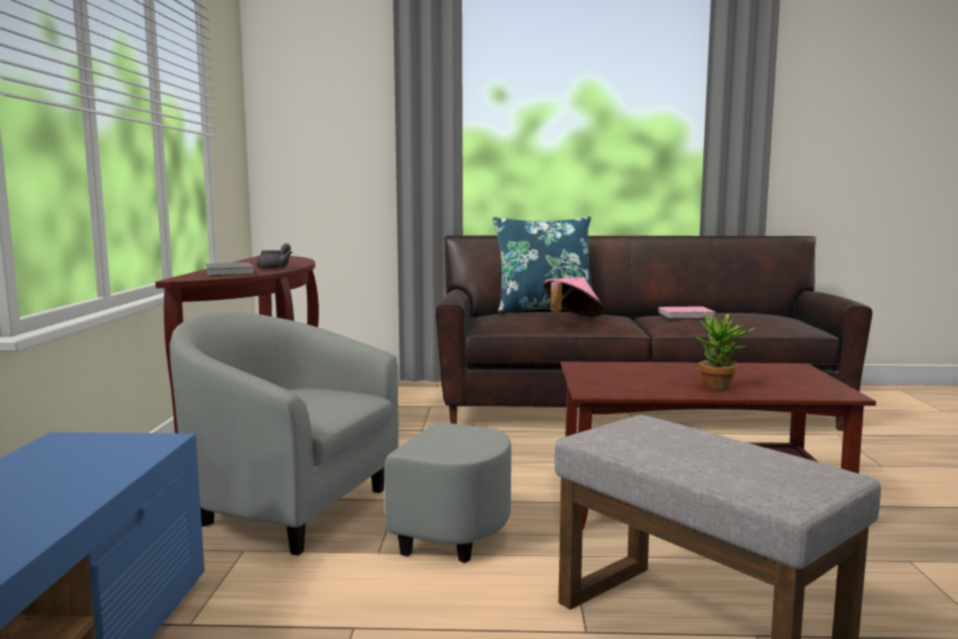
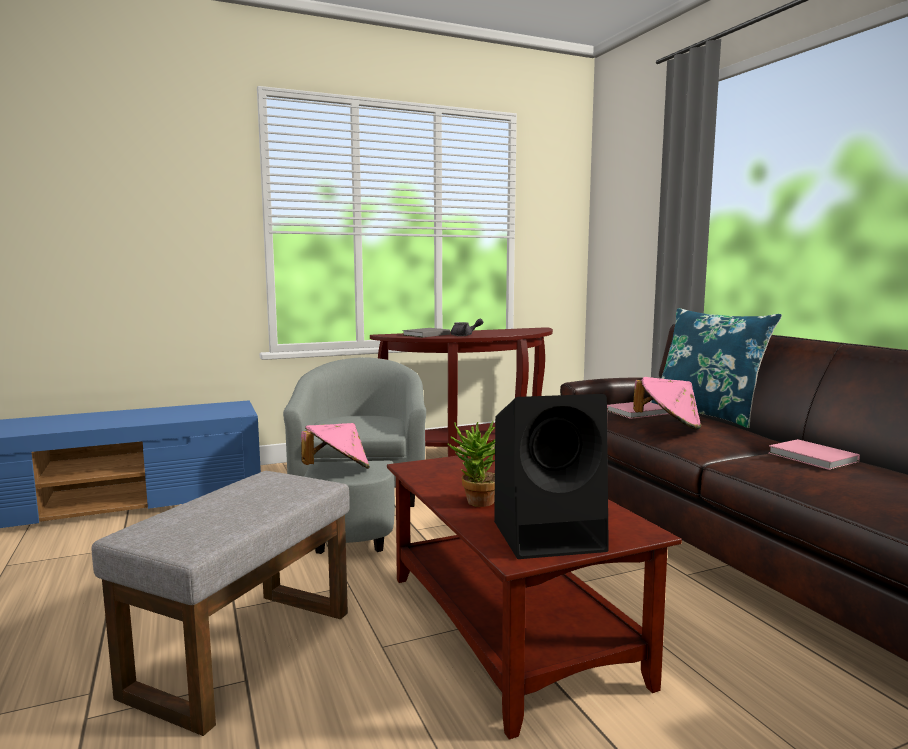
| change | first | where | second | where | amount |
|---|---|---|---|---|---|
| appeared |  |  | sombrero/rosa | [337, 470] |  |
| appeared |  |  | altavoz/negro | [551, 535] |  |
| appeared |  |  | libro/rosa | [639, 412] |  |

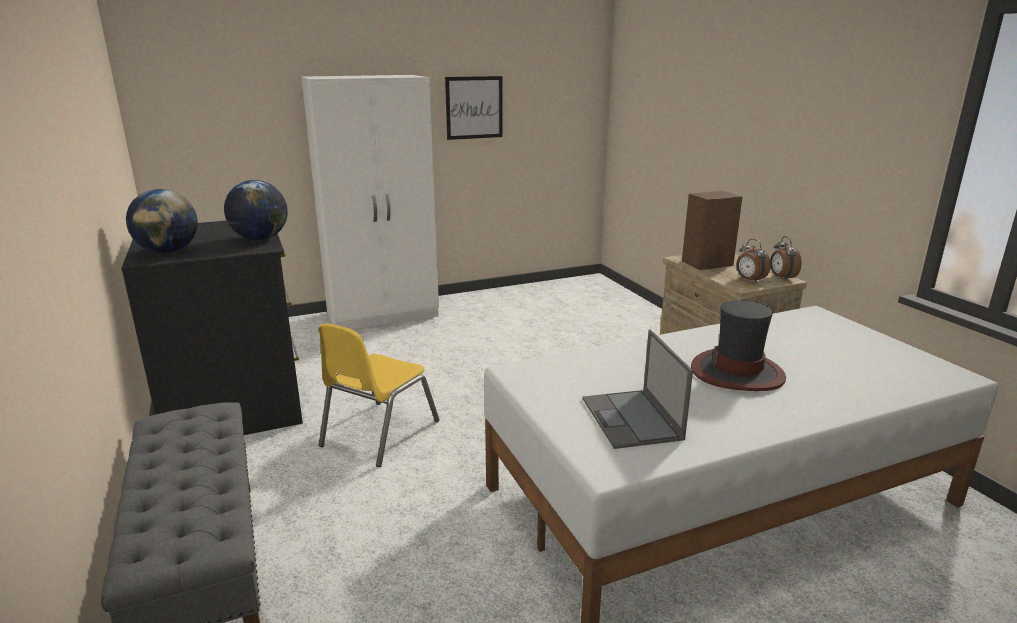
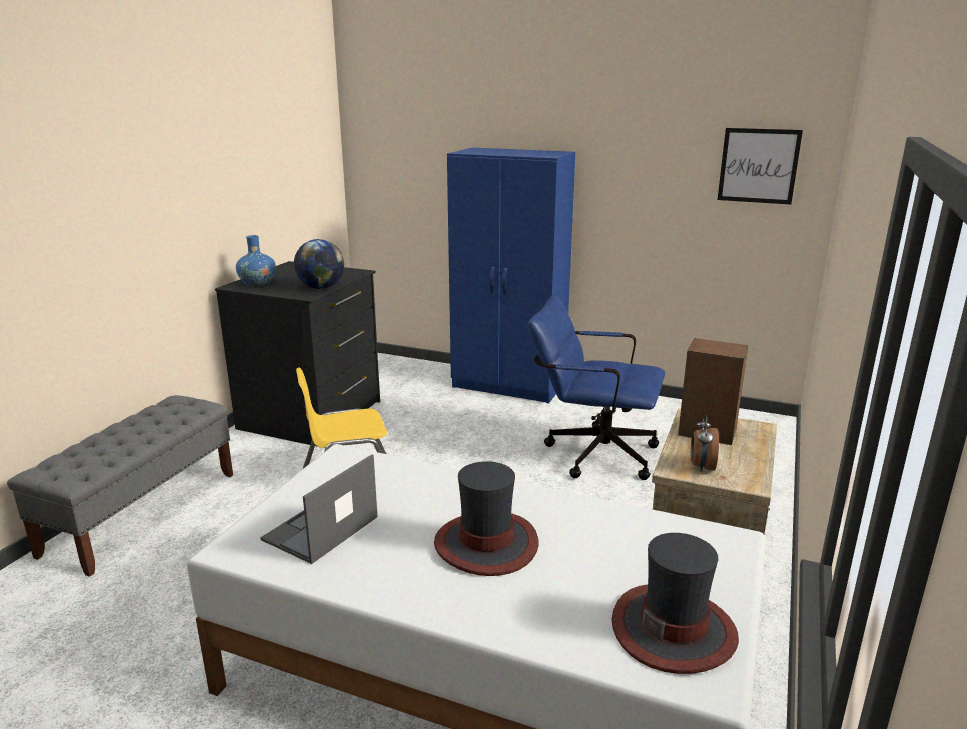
| change | first | where | second | where | amount |
|---|---|---|---|---|---|
| exchanged | globo terráqueo | [168, 252] | florero/azul | [258, 283] |  |
| colour | armario ropero/blanco | [384, 315] | armario ropero/azul | [509, 385] |  |
| appeared |  |  | silla de oficina/azul | [592, 452] |  |
| appeared |  |  | sombrero | [673, 629] |  |
| relocated | cuadro | [474, 107] |  | [758, 166] |  |
| missing | despertador | [781, 277] |  |  |  |

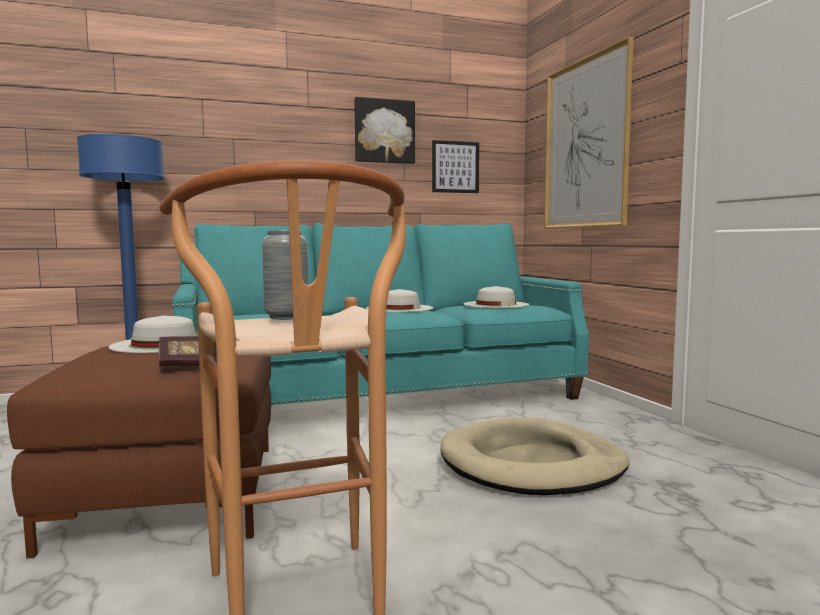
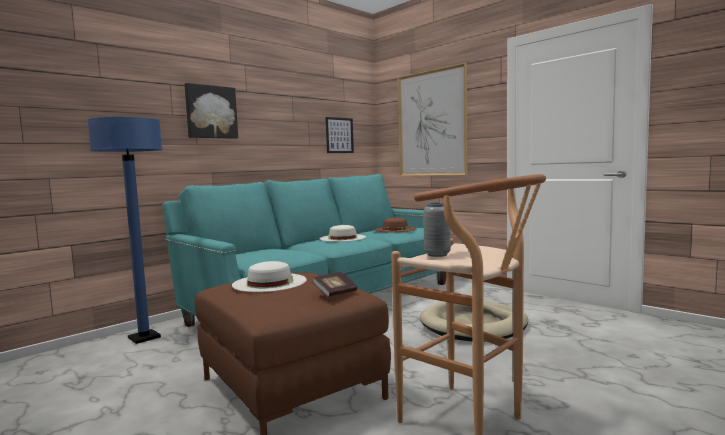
| change | first | where | second | where | amount |
|---|---|---|---|---|---|
| relocated | cuadro | [384, 131] |  | [211, 112] |  |
| colour | sombrero/blanco | [496, 304] | sombrero/marrón | [395, 229] |  |

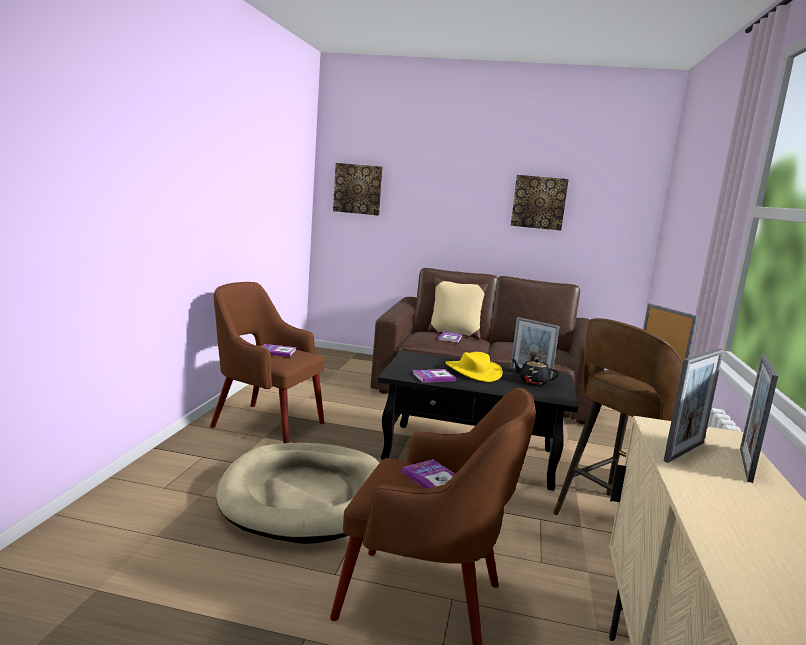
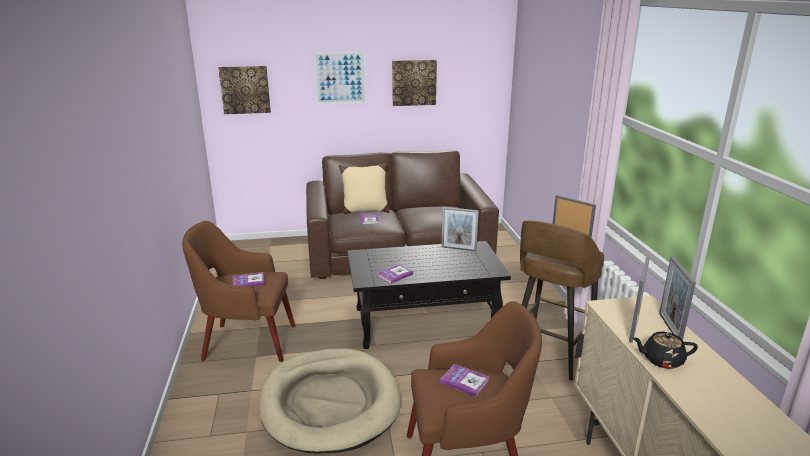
| change | first | where | second | where | amount |
|---|---|---|---|---|---|
| appeared |  |  | cuadro | [340, 78] |  |
| relocated | tetera/negro | [533, 381] |  | [661, 360] |  |
| missing | sombrero/amarillo | [473, 371] |  |  |  |

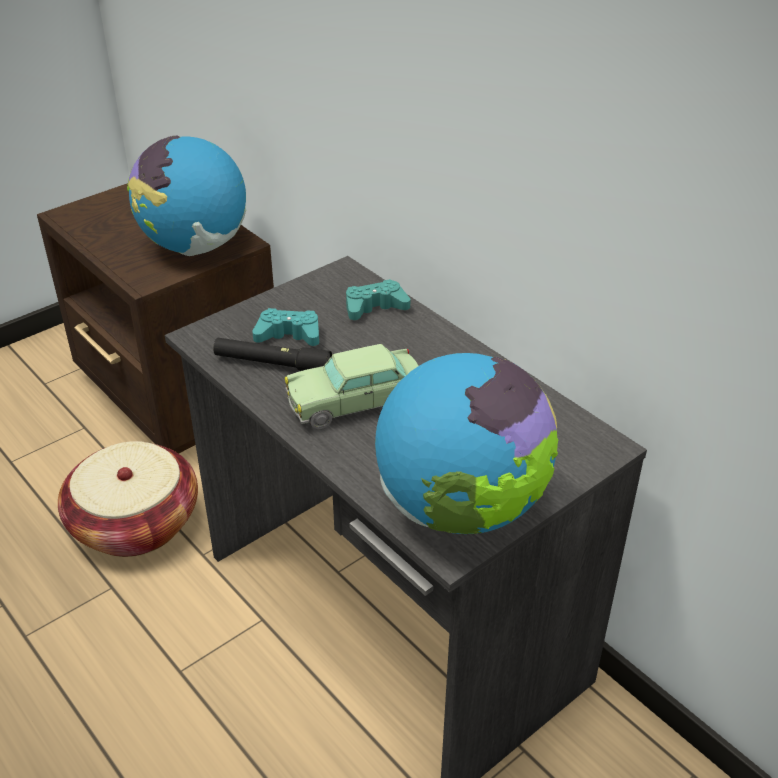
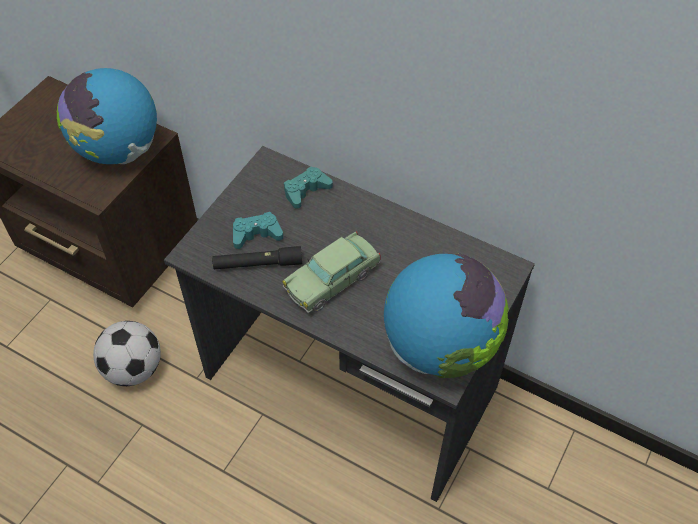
| change | first | where | second | where | amount |
|---|---|---|---|---|---|
| exchanged | cesta | [135, 524] | balón de fútbol | [133, 369] |  |

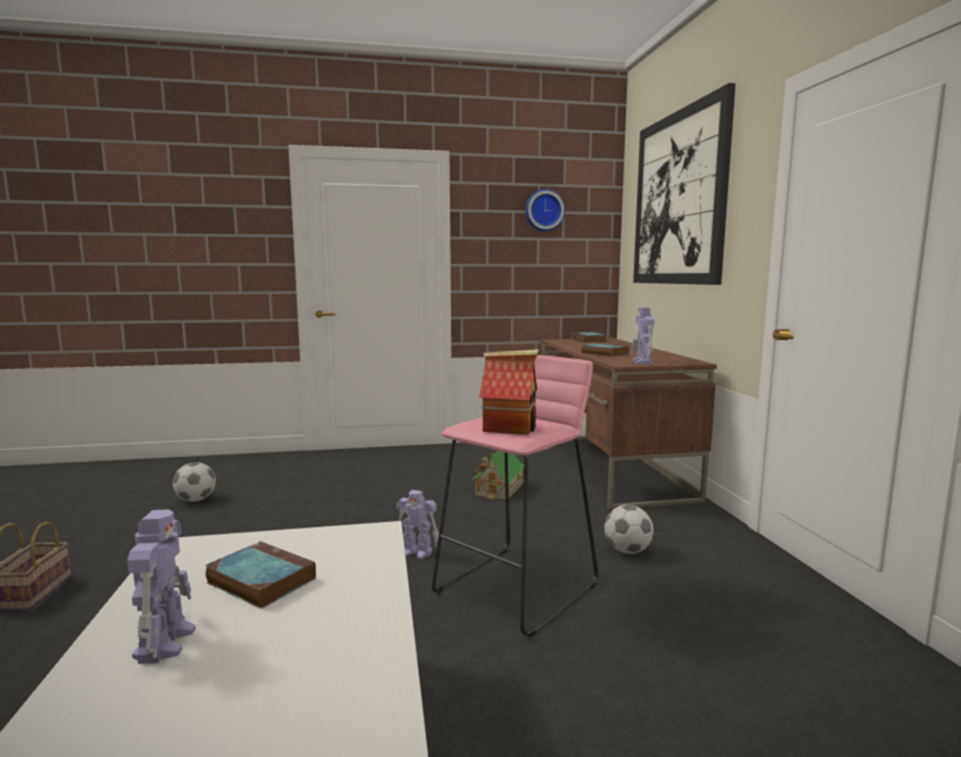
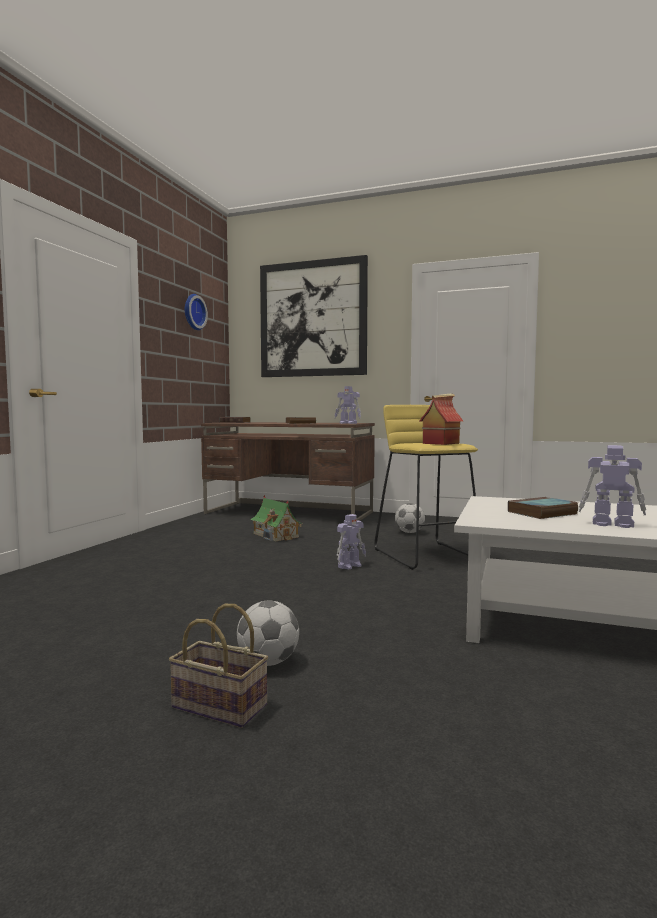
| change | first | where | second | where | amount |
|---|---|---|---|---|---|
| relocated | balón de fútbol | [196, 500] |  | [268, 662] |  |
| colour | taburete/rosa | [517, 587] | taburete/amarillo | [426, 555] |  |

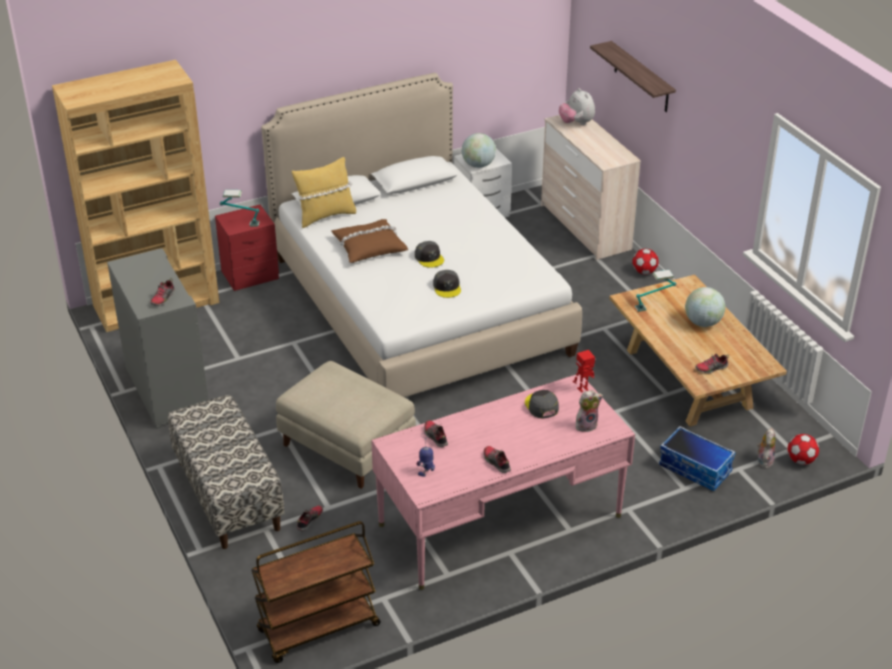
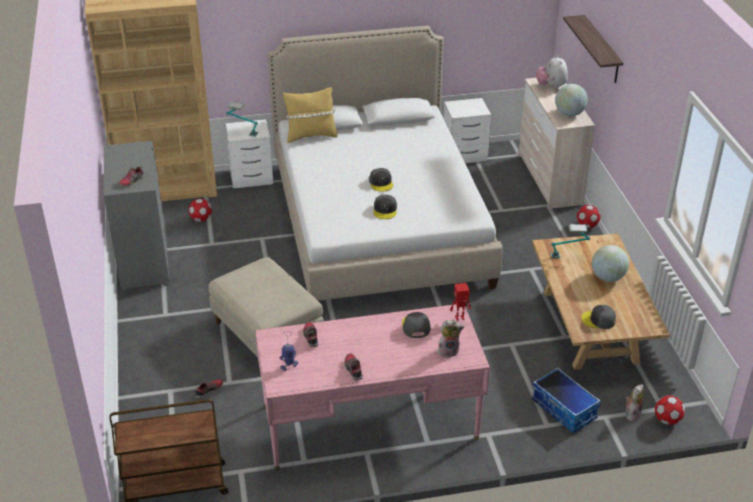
| change | first | where | second | where | amount |
|---|---|---|---|---|---|
| appeared |  |  | balón de fútbol | [201, 219] |  |
| colour | mesita de noche/rojo | [251, 275] | mesita de noche/blanco | [252, 178] |  |
| relocated | globo terráqueo | [478, 165] |  | [569, 114] |  |
| exchanged | zapato | [711, 368] | gorra/gris | [598, 320] |  |
| missing | banco | [228, 495] |  |  |  |
| missing | cojín/marrón | [369, 247] |  |  |  |

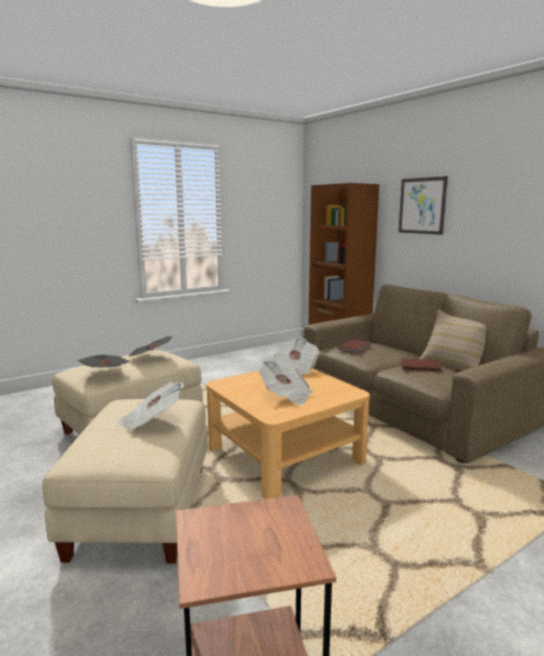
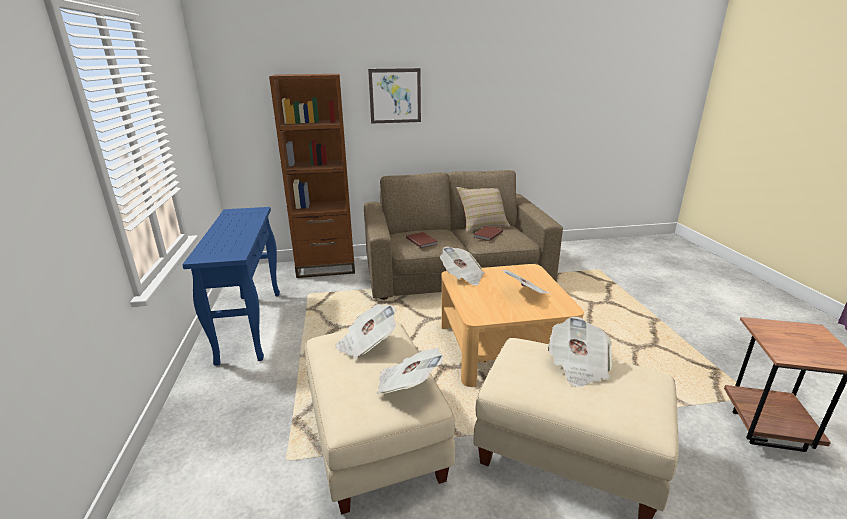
| change | first | where | second | where | amount |
|---|---|---|---|---|---|
| appeared |  |  | mesa consola/azul | [251, 324] |  |

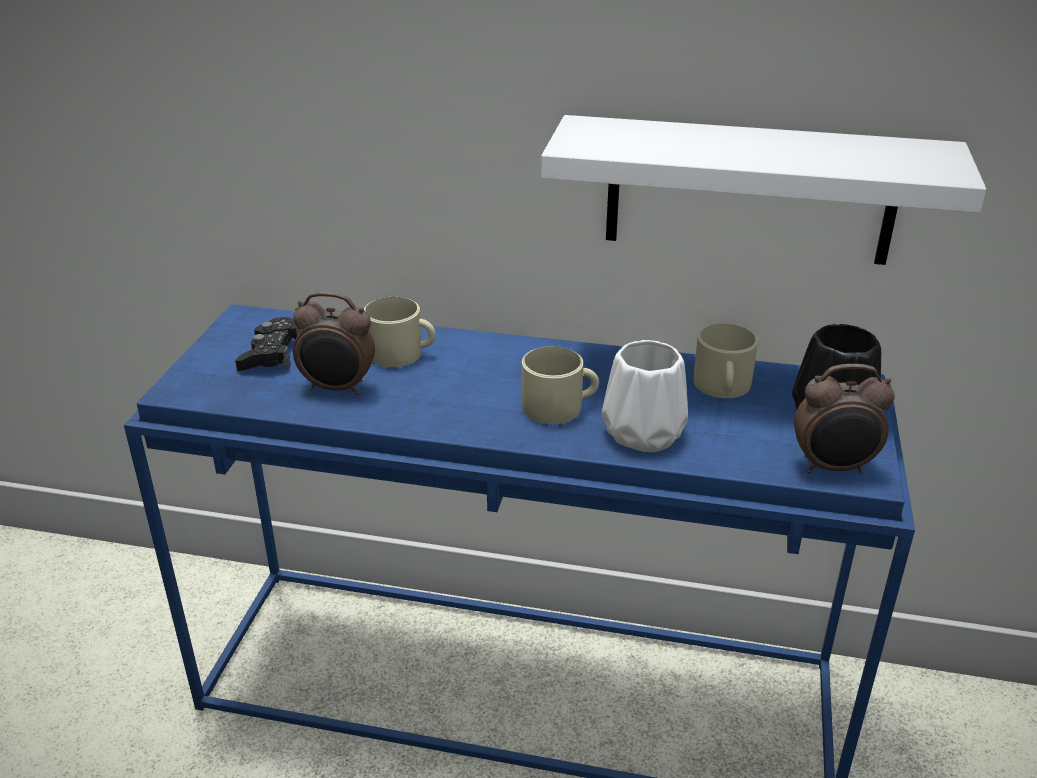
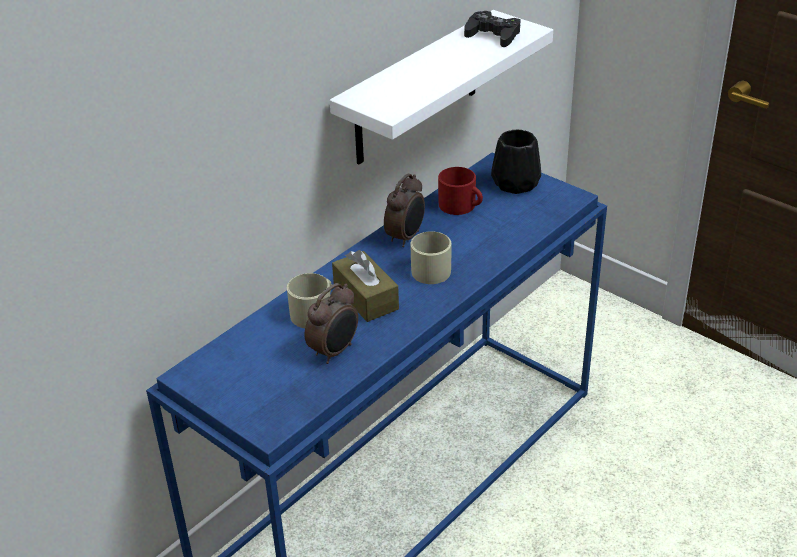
| change | first | where | second | where | amount |
|---|---|---|---|---|---|
| appeared |  |  | caja de pañuelos/marrón | [366, 297] |  |
| relocated | despertador | [833, 468] |  | [406, 237] |  |
| colour | taza grande/beis | [722, 387] | taza grande/rojo | [461, 206] |  |
| relocated | mando de consola/negro | [271, 355] |  | [493, 35] |  |
| missing | florero/blanco | [645, 433] |  |  |  |

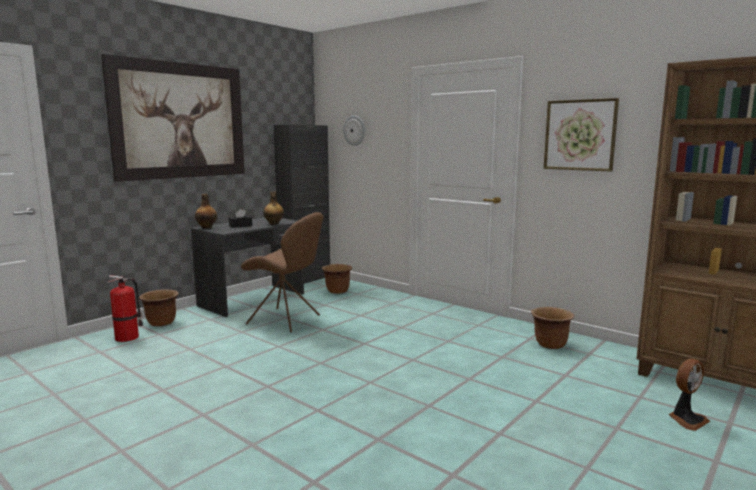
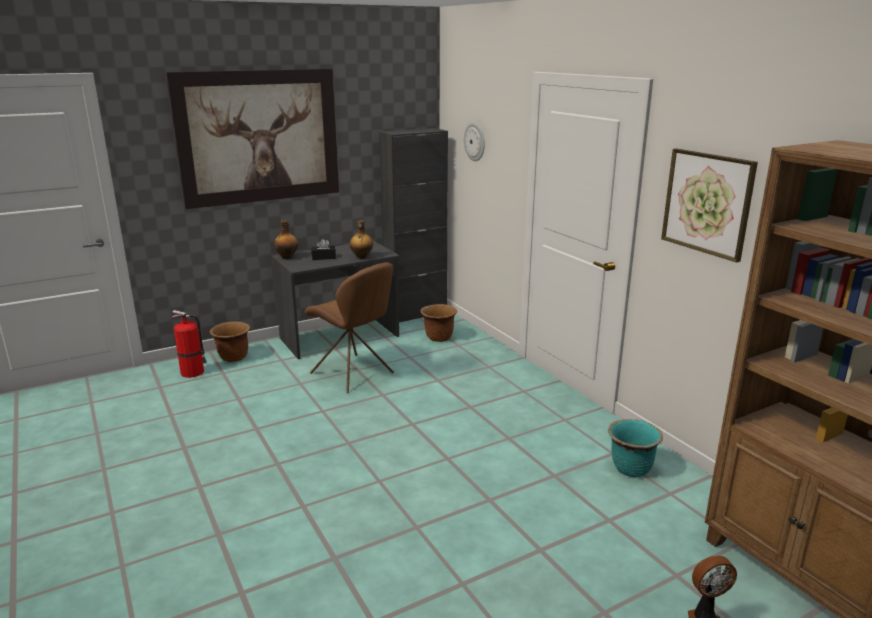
| change | first | where | second | where | amount |
|---|---|---|---|---|---|
| colour | maceta/marrón | [550, 344] | maceta/turquesa | [631, 469] |  |

